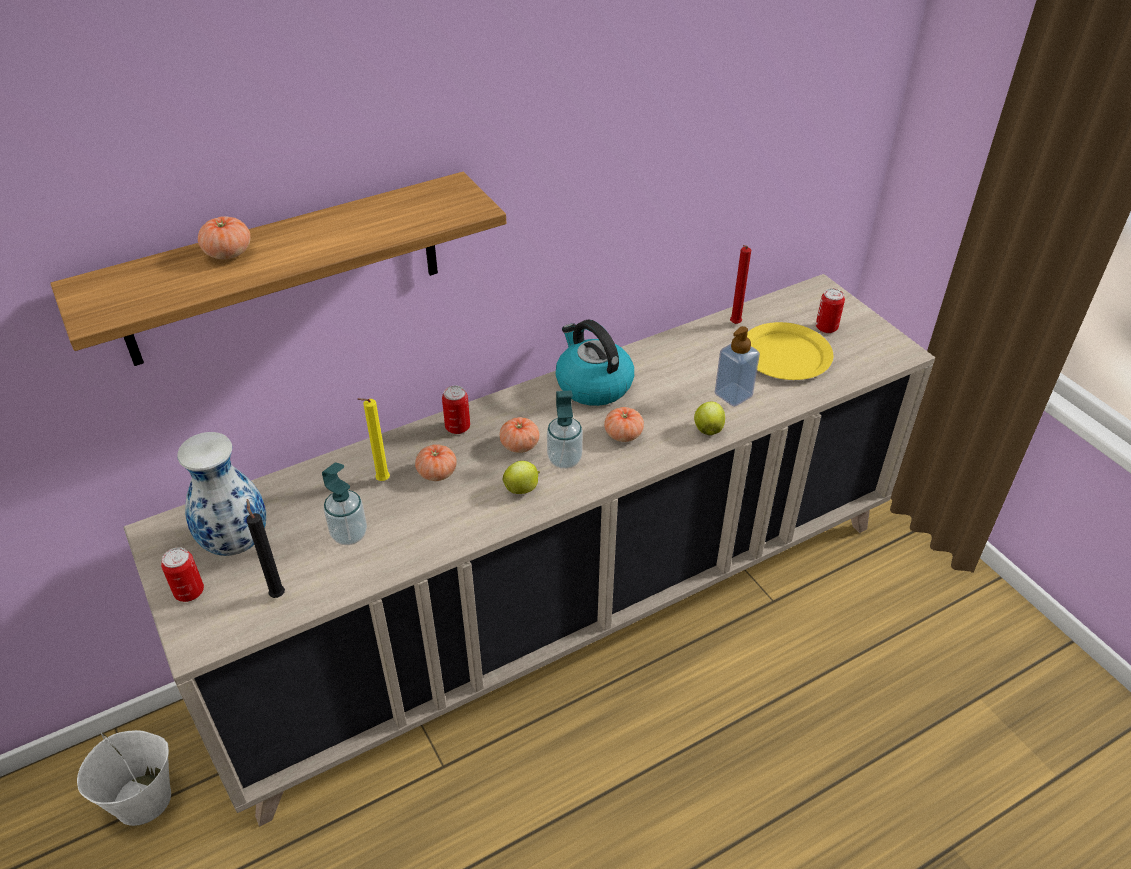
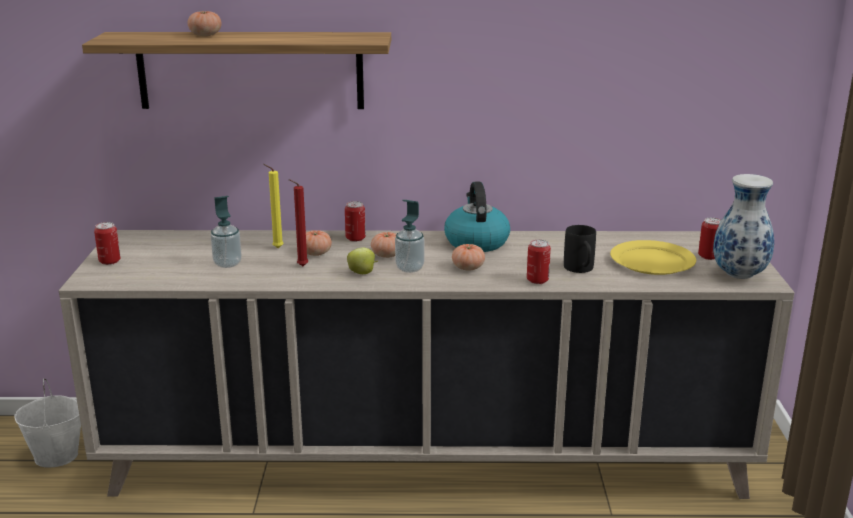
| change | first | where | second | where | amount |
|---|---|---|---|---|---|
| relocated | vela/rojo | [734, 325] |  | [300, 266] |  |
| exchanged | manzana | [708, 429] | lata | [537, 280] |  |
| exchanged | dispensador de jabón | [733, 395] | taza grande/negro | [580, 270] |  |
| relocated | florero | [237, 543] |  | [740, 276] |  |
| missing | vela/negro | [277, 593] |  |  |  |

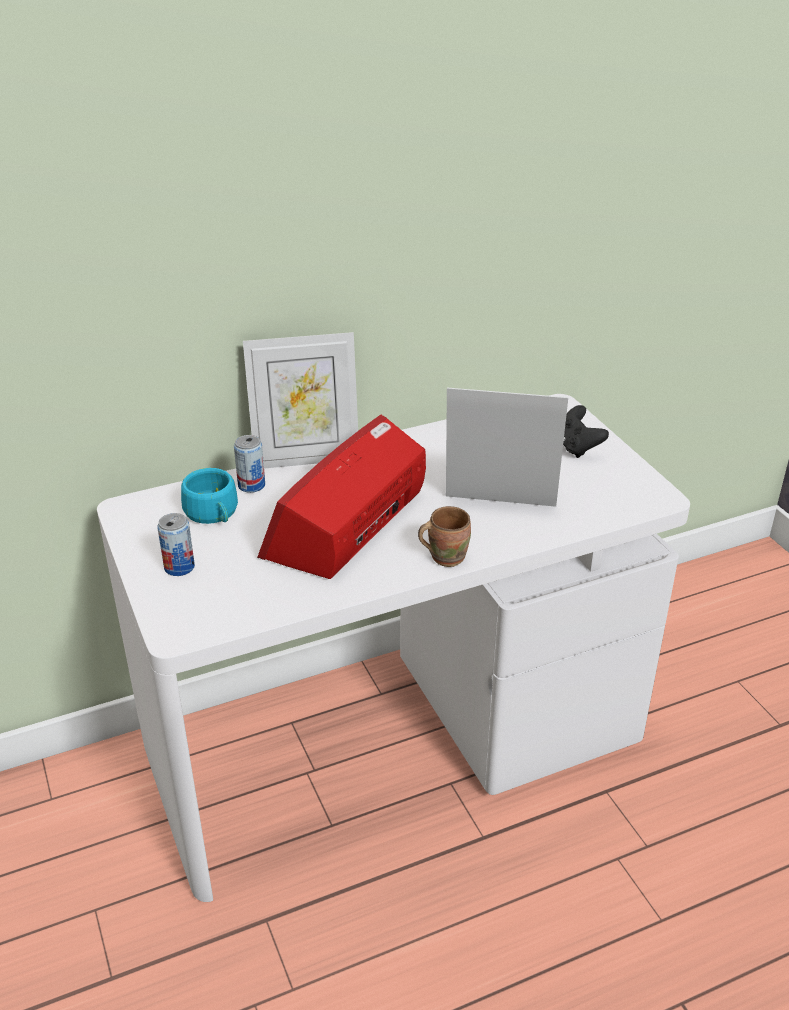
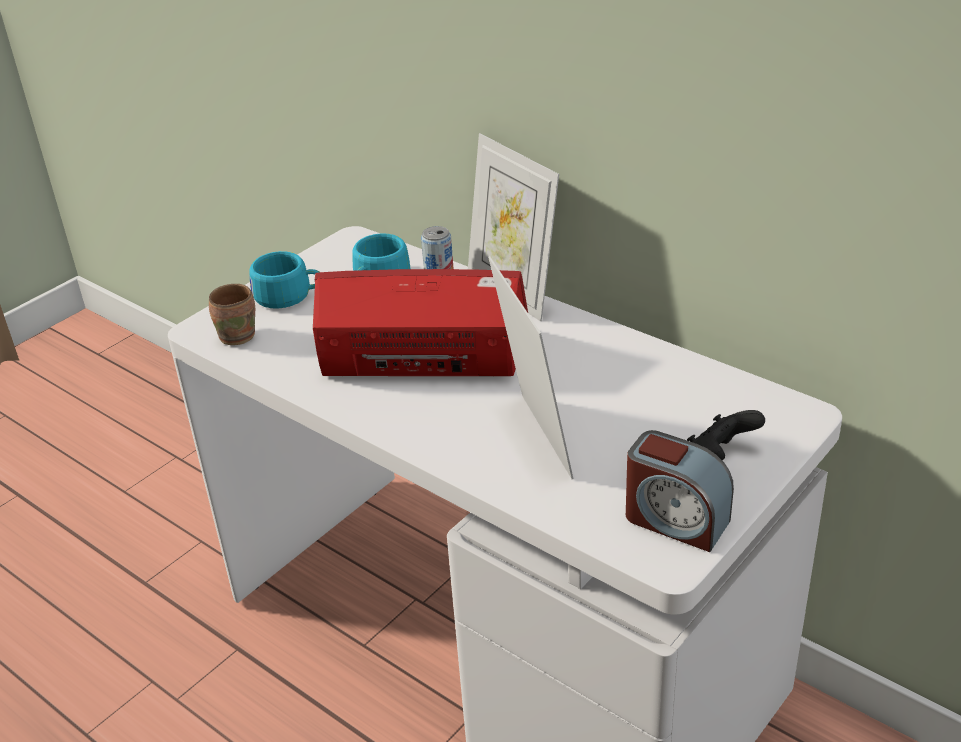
| change | first | where | second | where | amount |
|---|---|---|---|---|---|
| relocated | taza grande/marrón | [445, 556] |  | [238, 335] |  |
| exchanged | lata | [179, 567] | taza/turquesa | [289, 296] |  |
| appeared |  |  | despertador | [675, 520] |  |

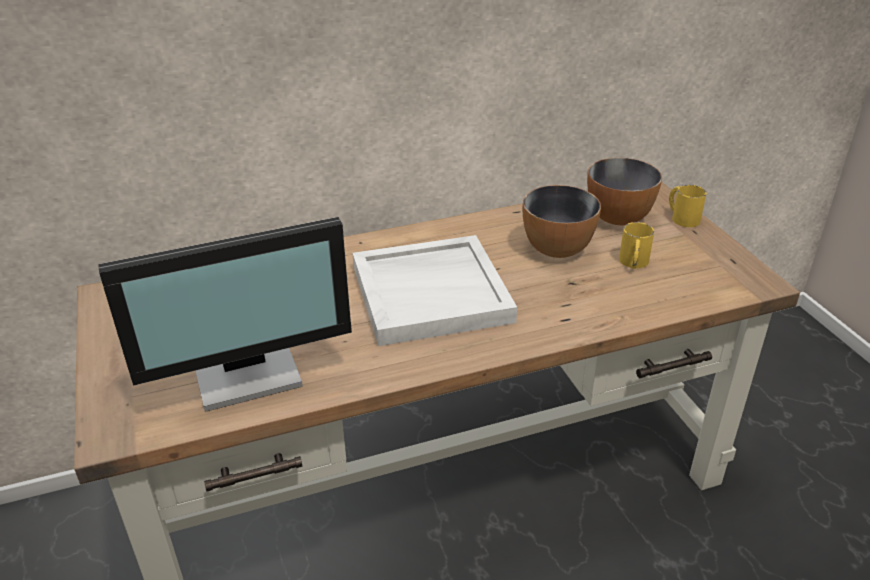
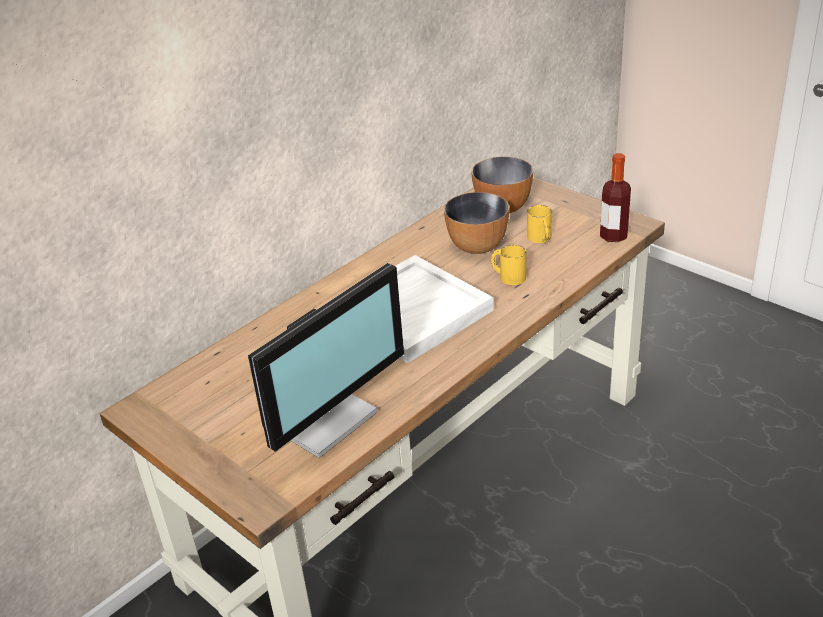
| change | first | where | second | where | amount |
|---|---|---|---|---|---|
| relocated | taza grande/amarillo | [681, 217] |  | [508, 276] |  |
| appeared |  |  | botella | [613, 236] |  |

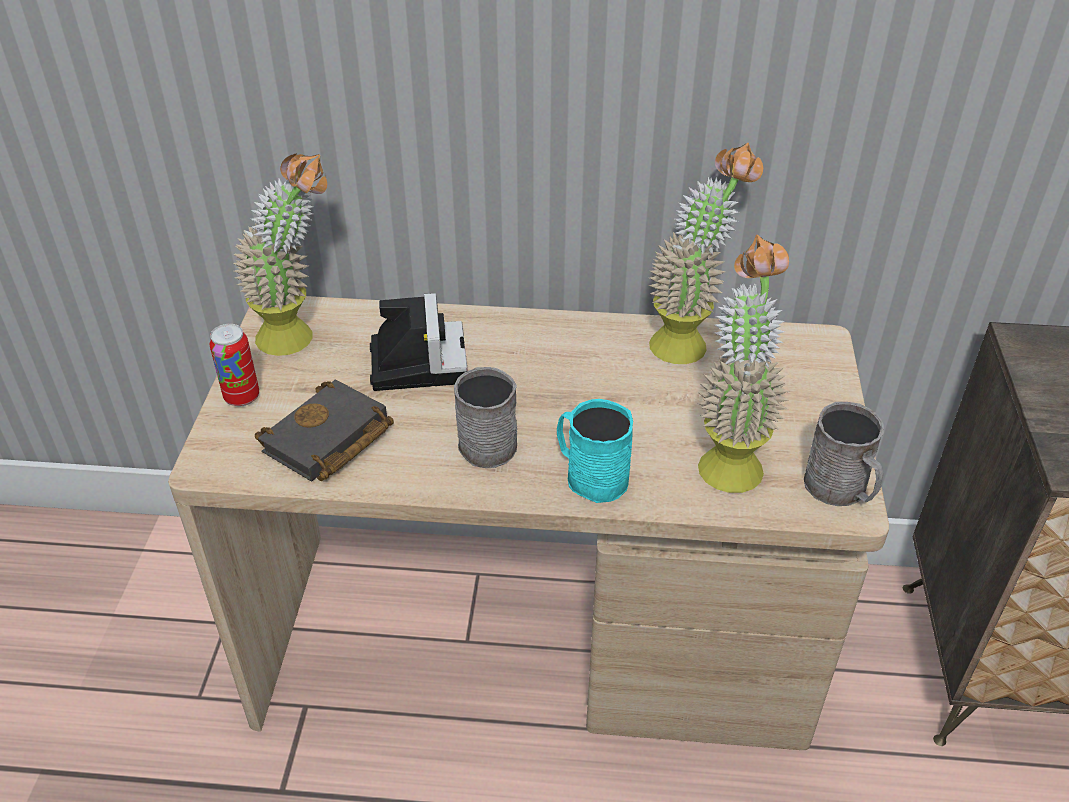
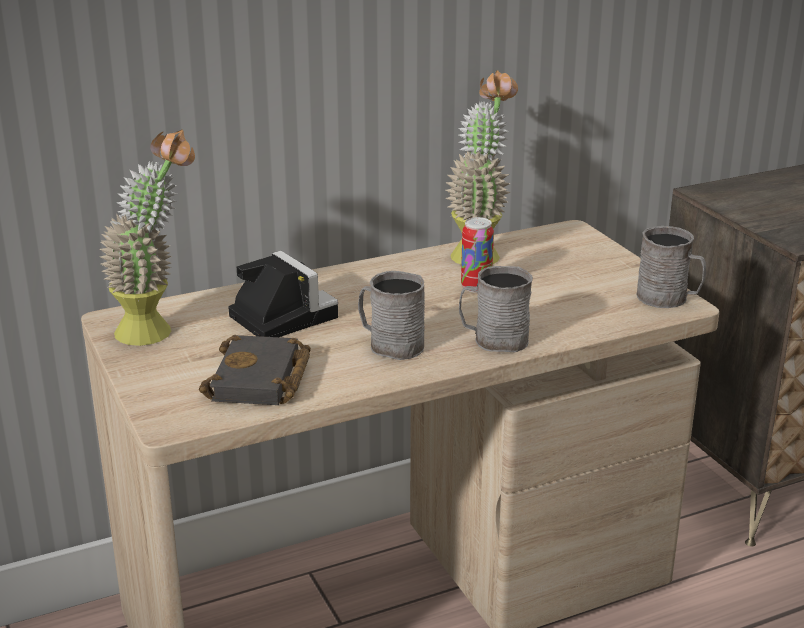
| change | first | where | second | where | amount |
|---|---|---|---|---|---|
| colour | taza grande/turquesa | [590, 476] | taza grande/gris | [493, 340] |  |
| relocated | lata | [242, 397] |  | [476, 287] |  |
| missing | planta en maceta | [730, 457] |  |  |  |

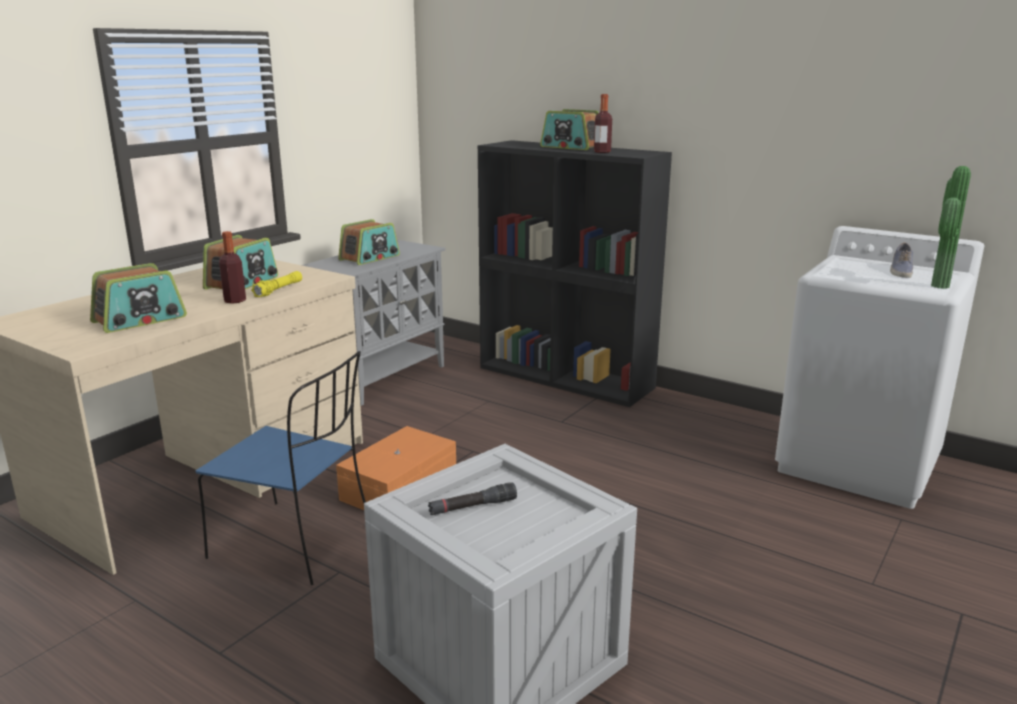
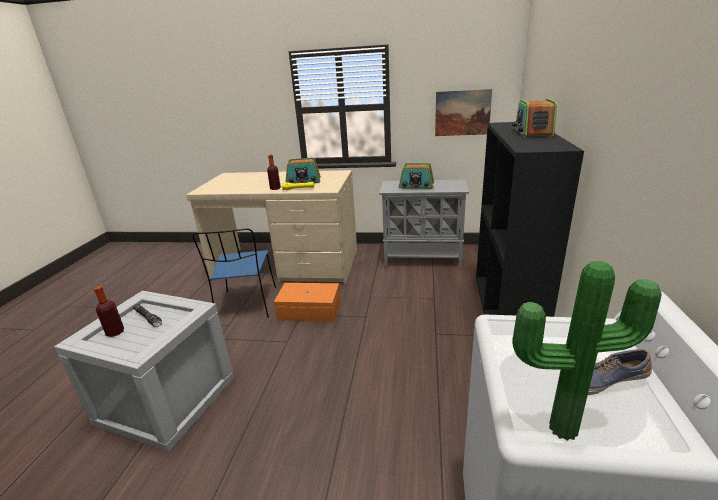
| change | first | where | second | where | amount |
|---|---|---|---|---|---|
| relocated | botella | [602, 152] |  | [115, 332] |  |
| appeared |  |  | cuadro | [462, 113] |  |
| missing | radio | [140, 320] |  |  |  |

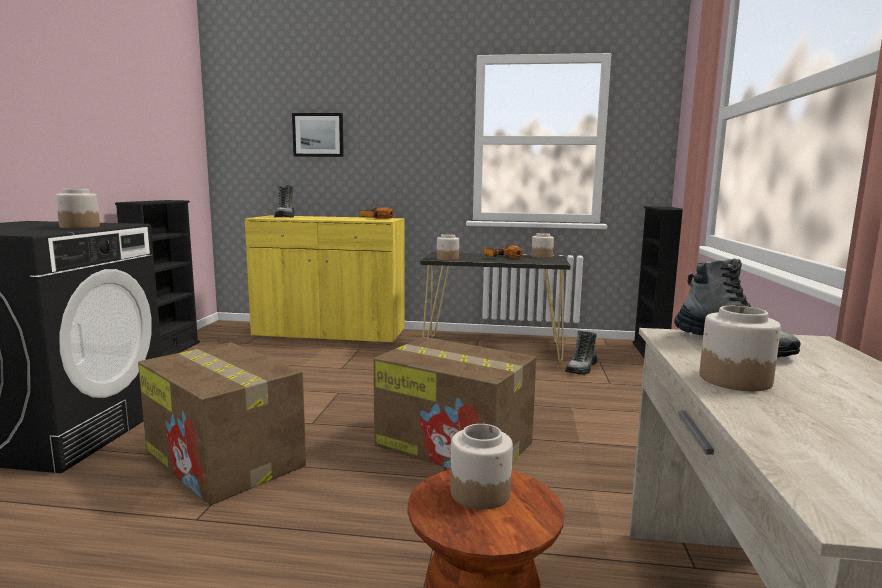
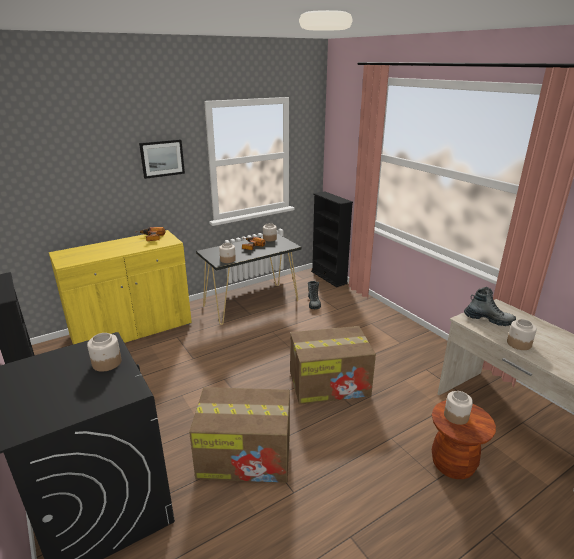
| change | first | where | second | where | amount |
|---|---|---|---|---|---|
| relocated | cuadro | [318, 135] |  | [162, 158] |  |
| missing | bota | [285, 217] |  |  |  |

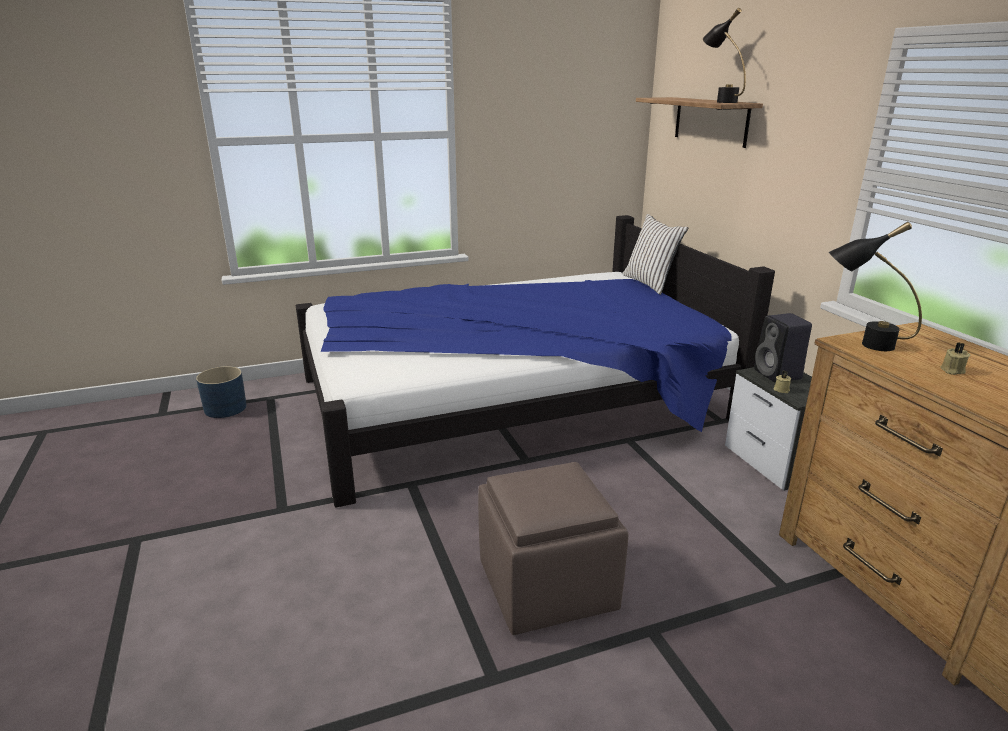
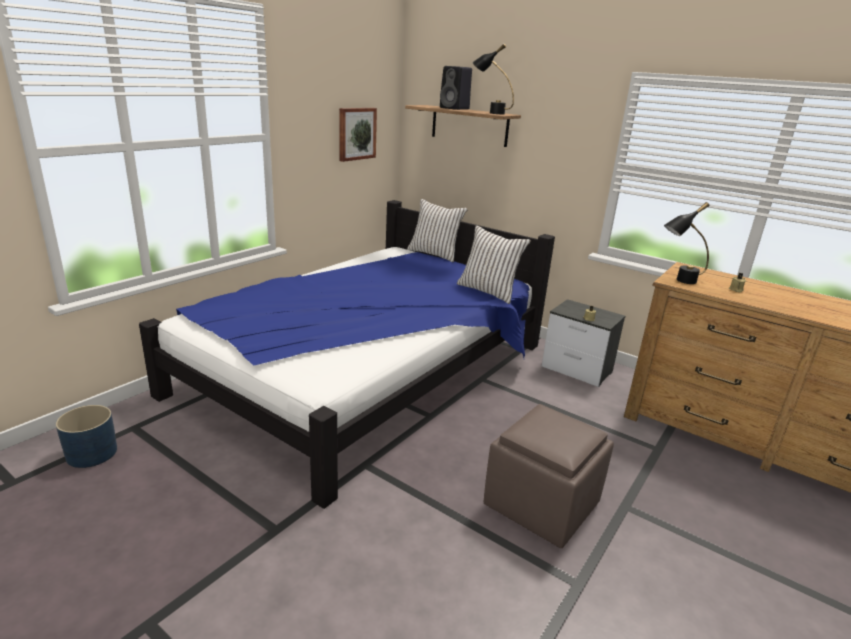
| change | first | where | second | where | amount |
|---|---|---|---|---|---|
| appeared |  |  | cuadro | [356, 133] |  |
| relocated | altavoz/negro | [778, 375] |  | [455, 108] |  |
| appeared |  |  | cojín/blanco | [488, 291] |  |

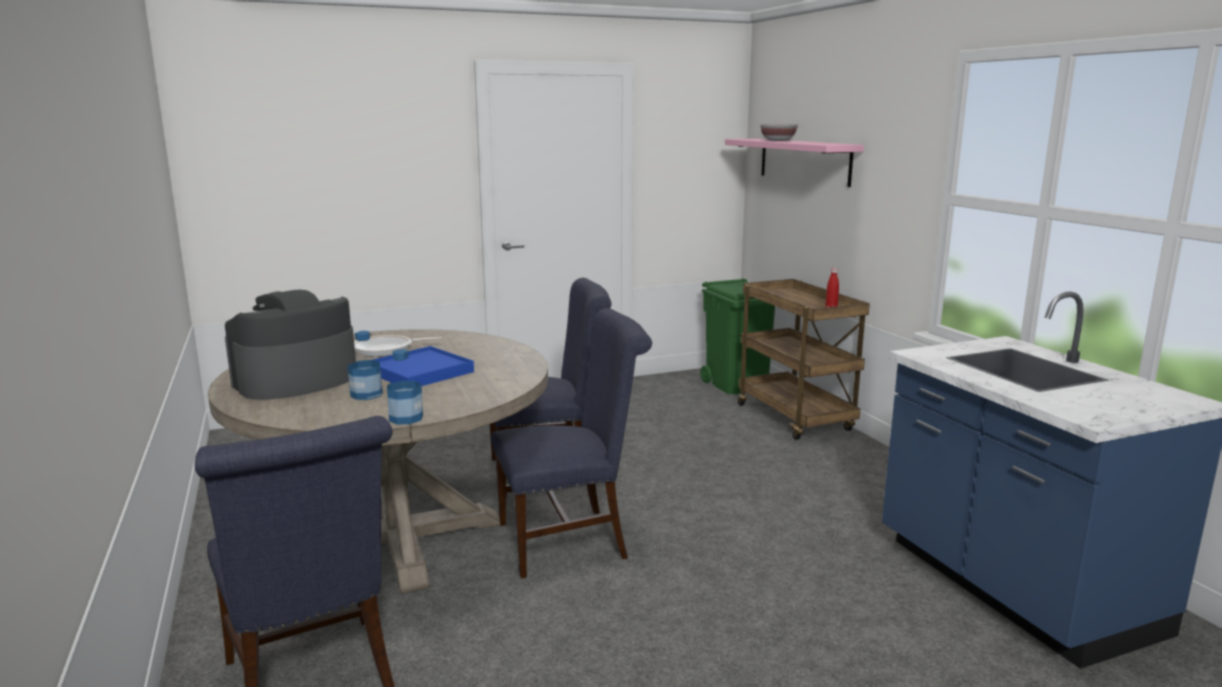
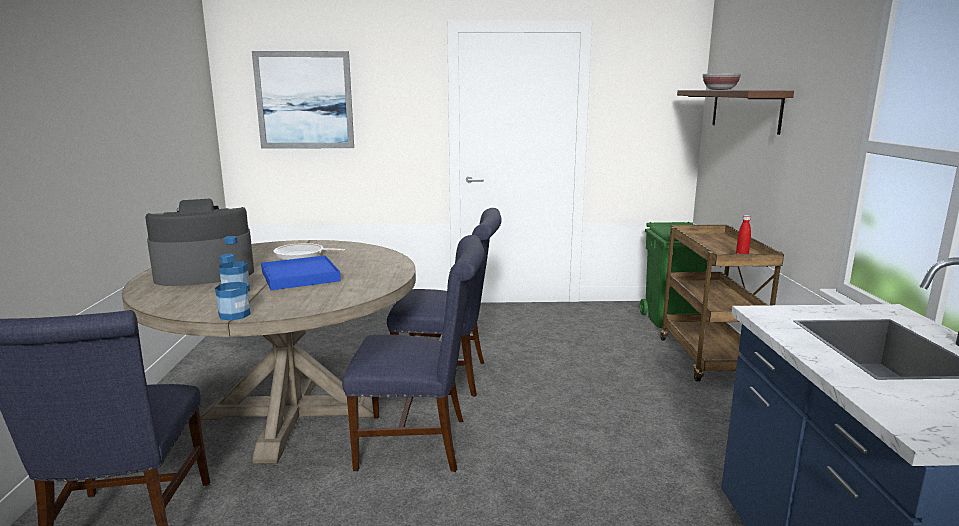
| change | first | where | second | where | amount |
|---|---|---|---|---|---|
| appeared |  |  | cuadro | [304, 100] |  |
| colour | estante/rosa | [804, 161] | estante/marrón | [745, 109] |  |

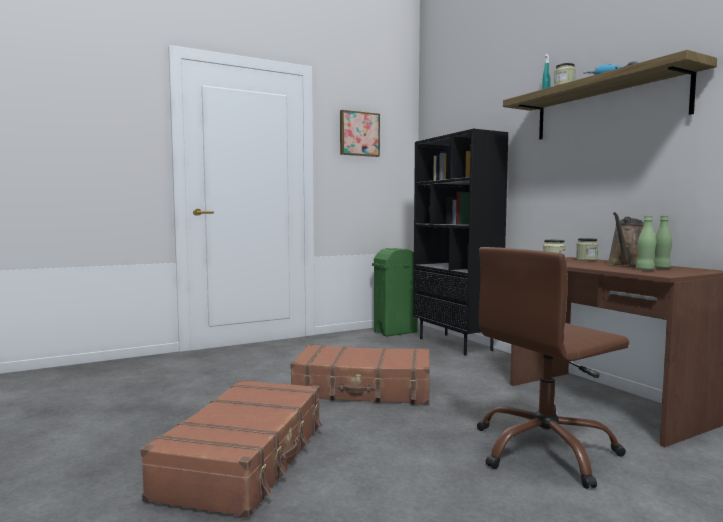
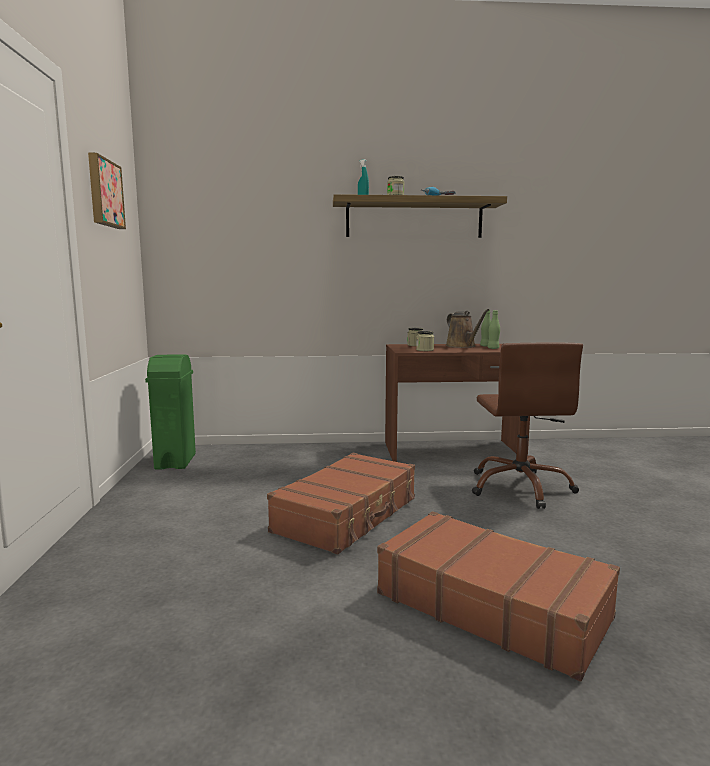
| change | first | where | second | where | amount |
|---|---|---|---|---|---|
| missing | estantería/negro | [456, 344] |  |  |  |

